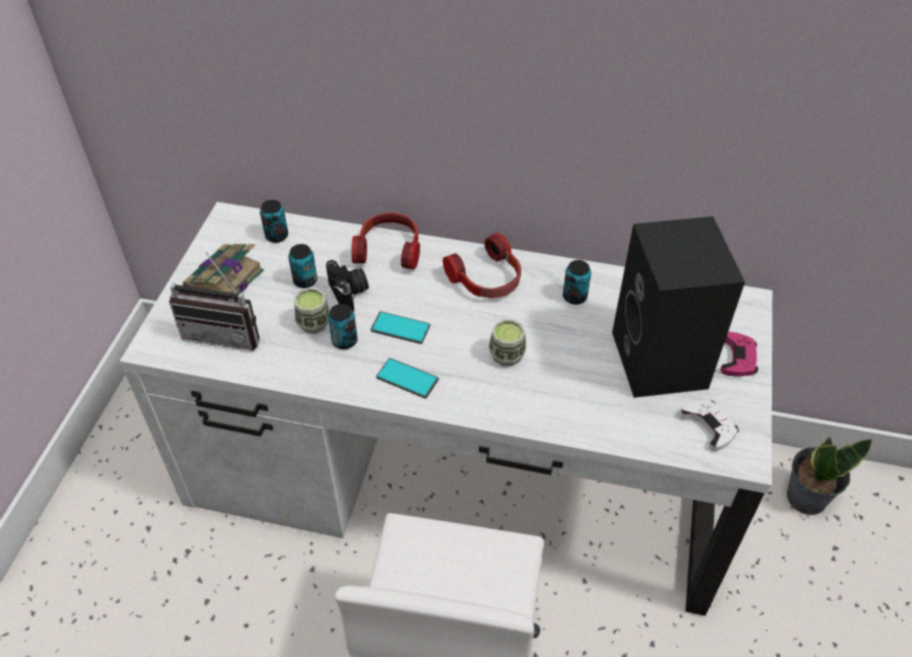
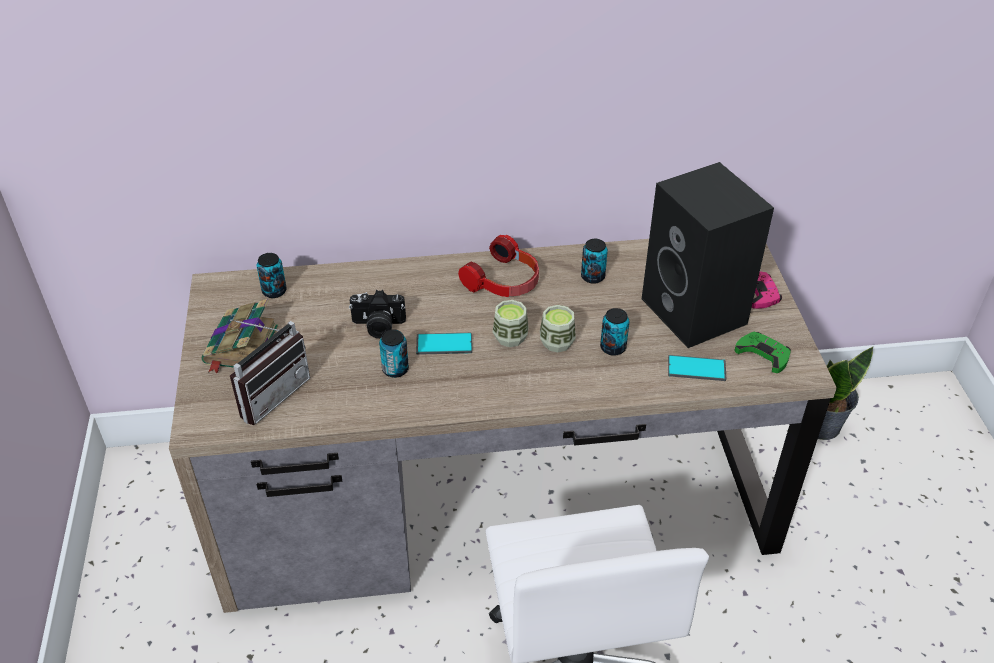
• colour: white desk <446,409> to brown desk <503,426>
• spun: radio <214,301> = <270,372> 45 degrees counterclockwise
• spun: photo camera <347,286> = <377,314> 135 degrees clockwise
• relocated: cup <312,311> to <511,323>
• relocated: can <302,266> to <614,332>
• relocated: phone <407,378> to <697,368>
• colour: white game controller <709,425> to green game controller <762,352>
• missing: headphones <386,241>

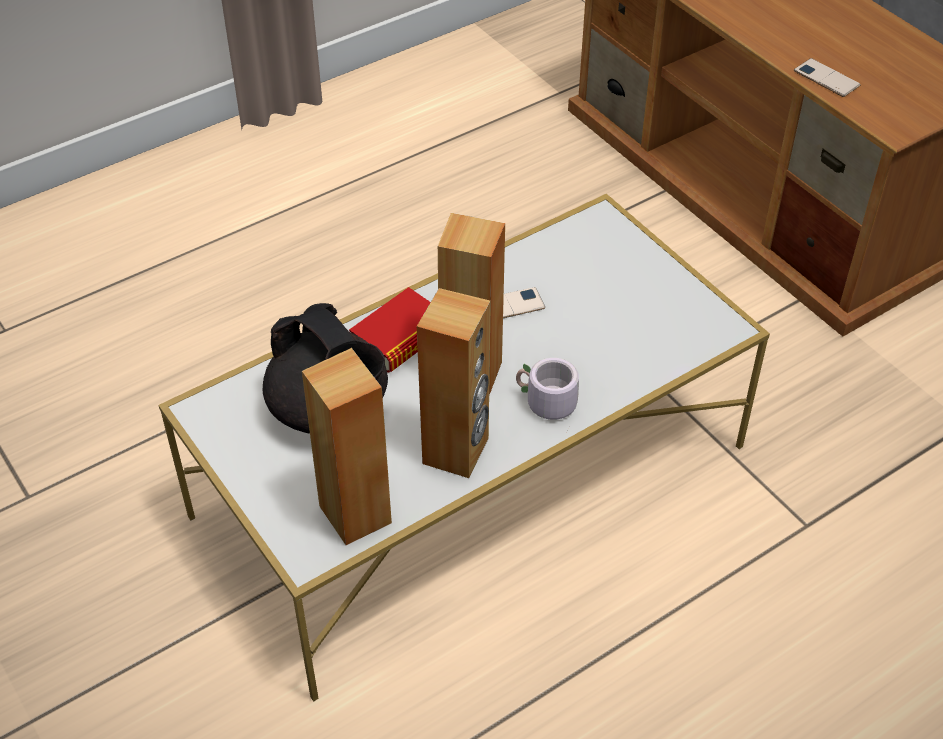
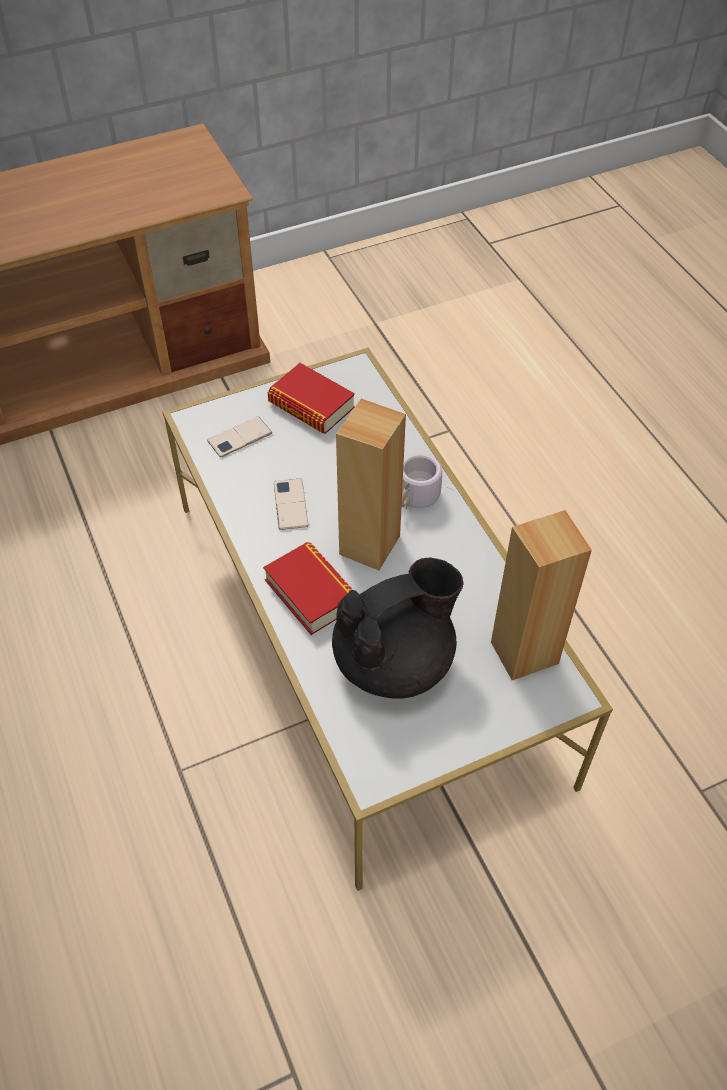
• relocated: phone <827,77> to <239,436>
• appeared: book <311,398>
• missing: brown speaker <454,383>

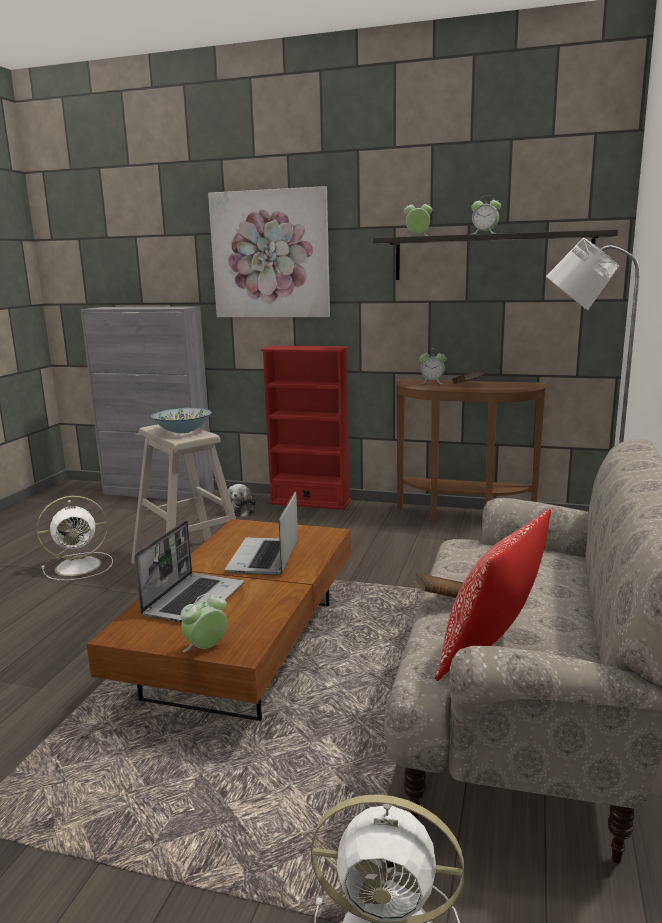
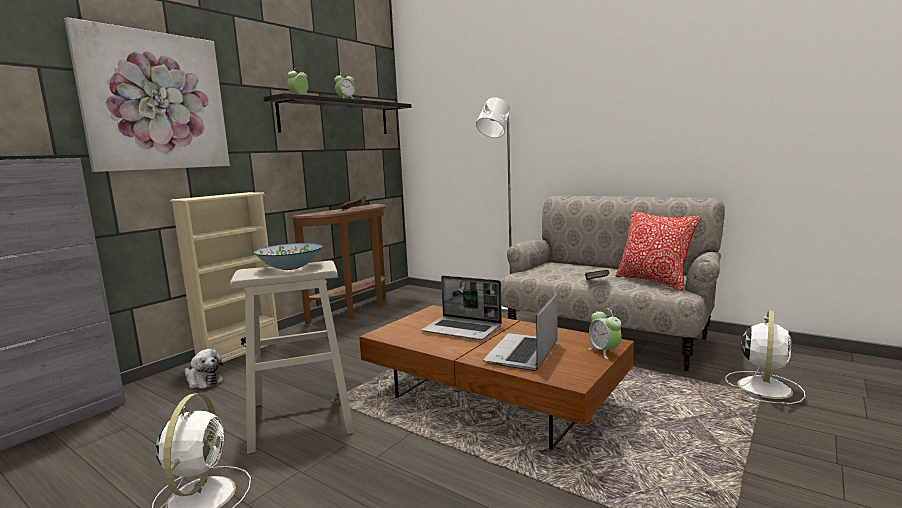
• colour: red bookcase <306,428> to beige bookcase <224,277>
• spun: laptop <189,571> = <520,331> 105 degrees counterclockwise
• missing: alarm clock <433,366>

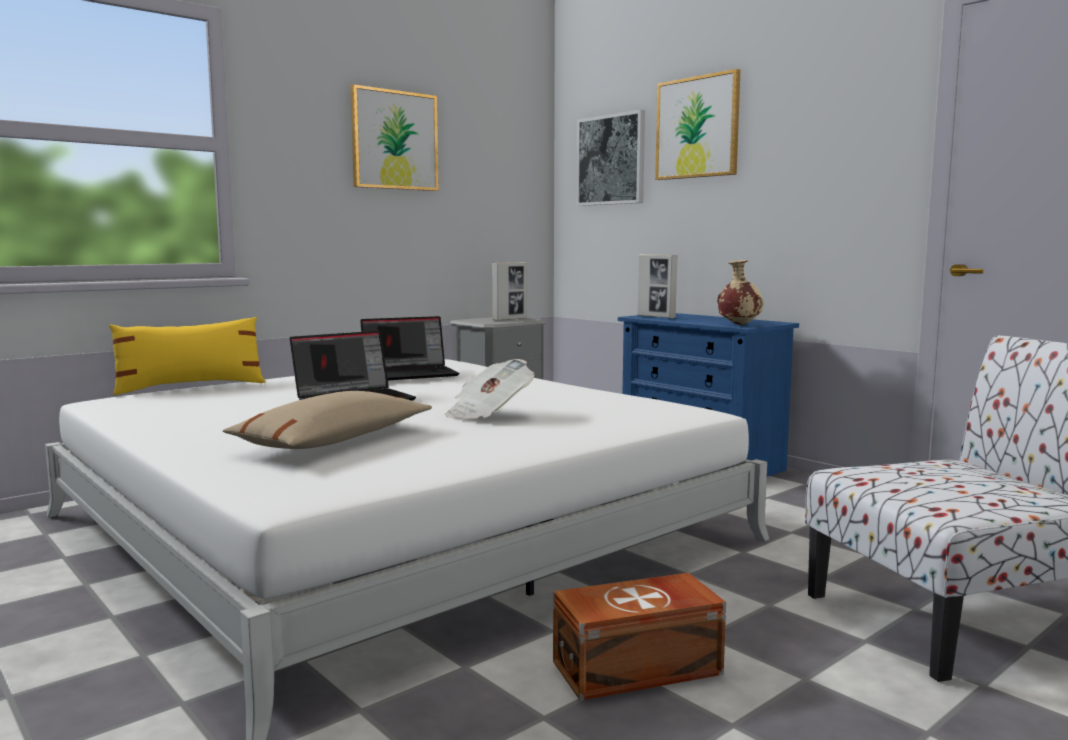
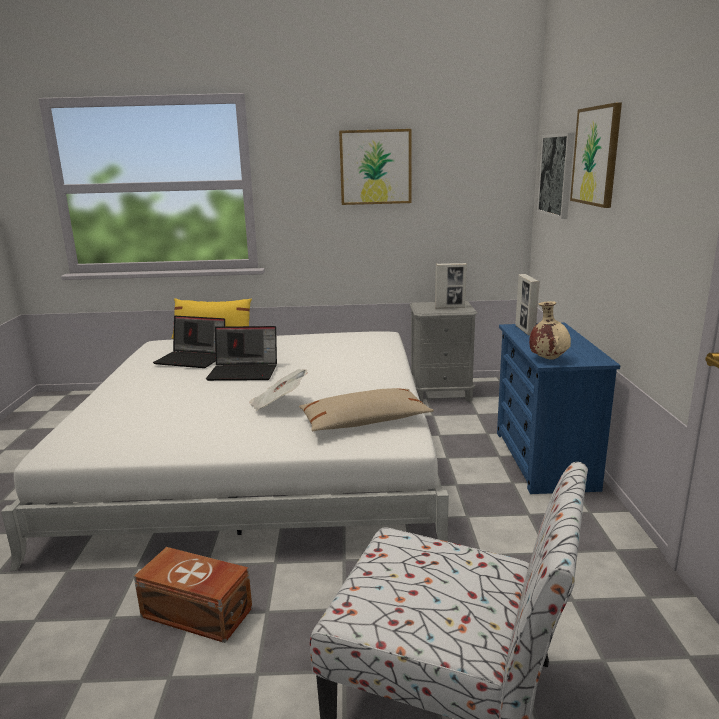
• relocated: laptop <410,348> to <189,342>
• relocated: beige pillow <327,420> to <366,409>

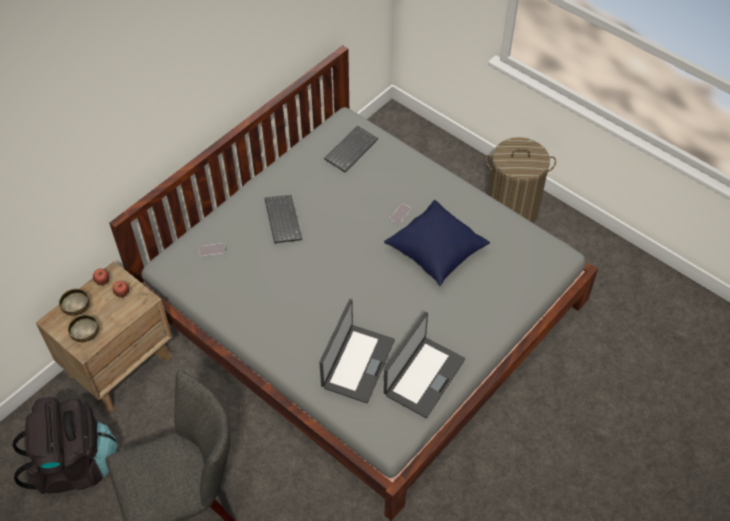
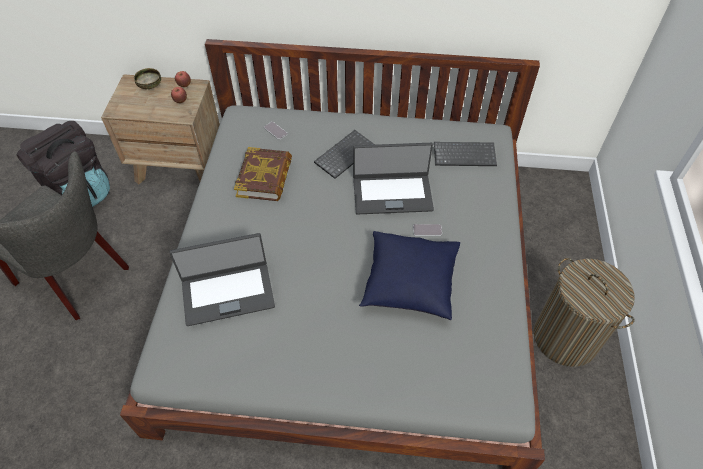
• appeared: book <263,174>
• relocated: laptop <424,365> to <393,179>
• missing: bowl <83,328>

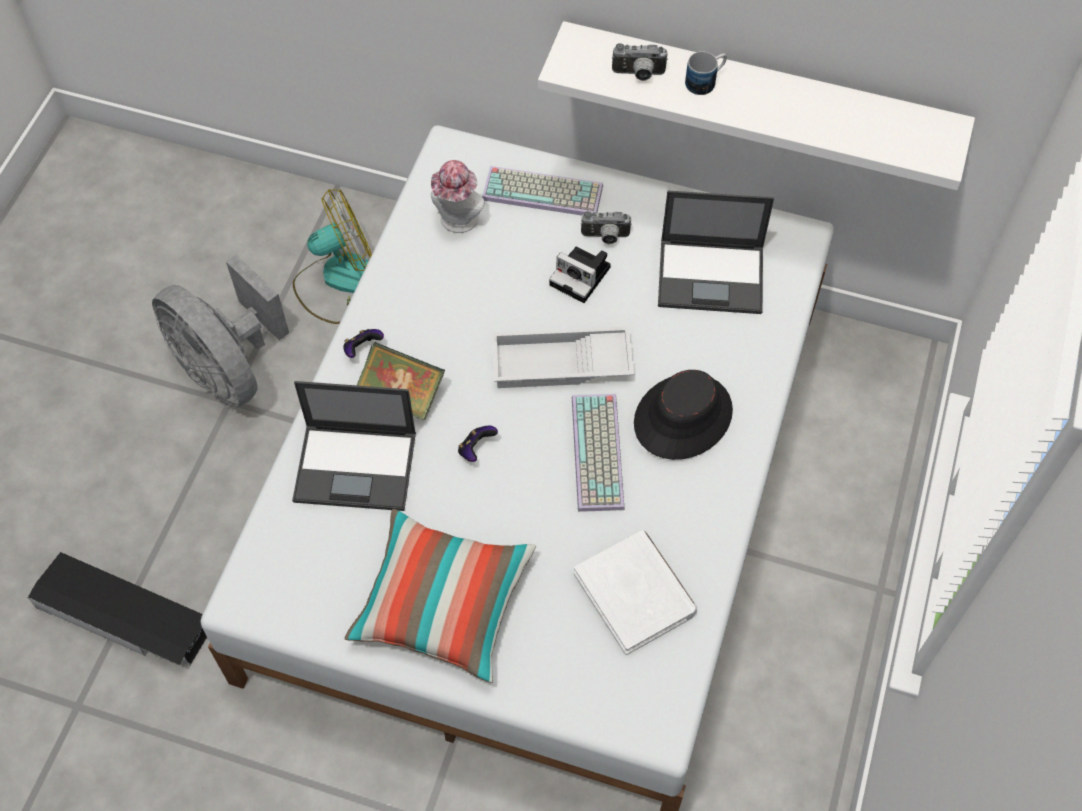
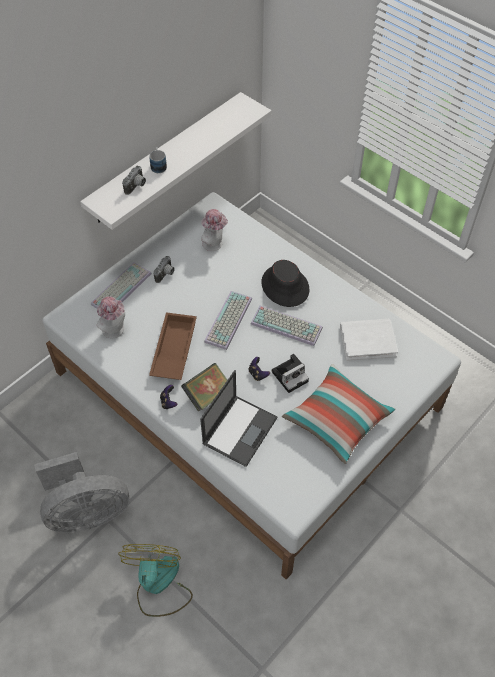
• relocated: fan <332,256> to <155,580>
• appeared: brown tray <173,346>
• exchanged: laptop <716,252> to hat <214,230>
• exchanged: white tray <563,357> to keyboard <228,320>
• relocated: photo camera <580,275> to <290,373>
• missing: black storage box <117,609>

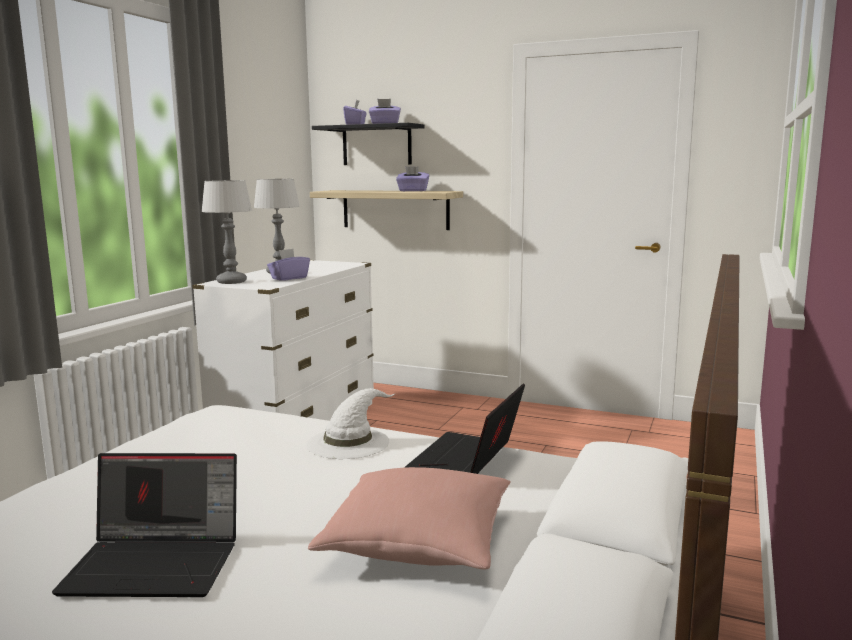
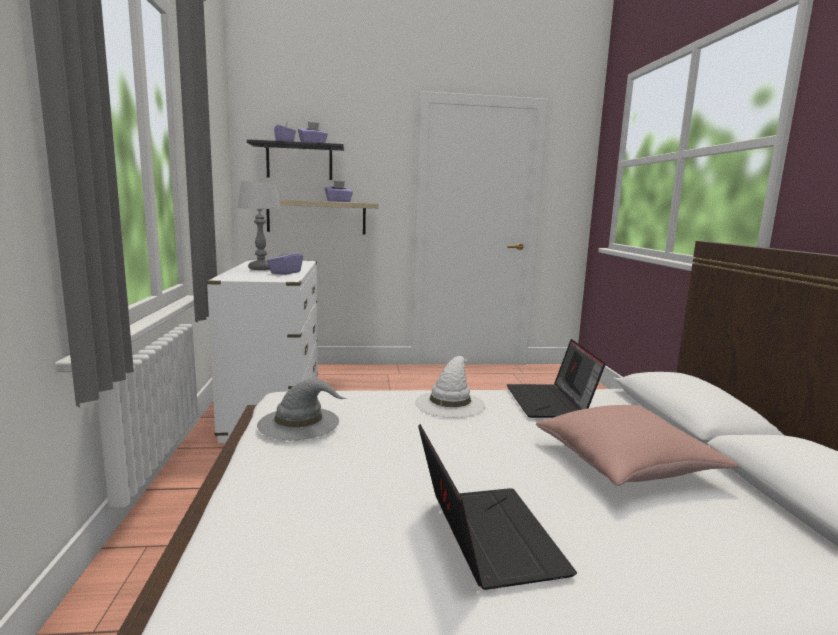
• appeared: grey hat <301,409>
• spun: laptop <144,525> = <497,507> 75 degrees counterclockwise
• missing: table lamp <226,232>

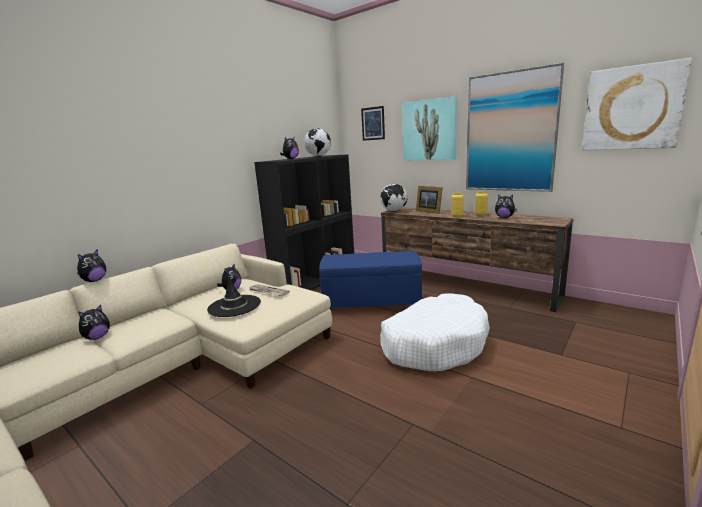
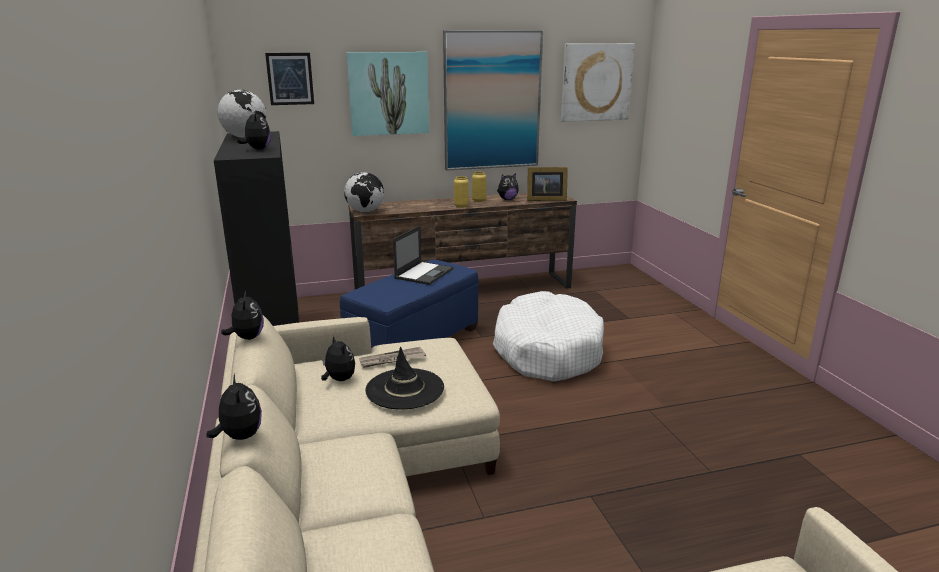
• relocated: plush toy <94,322> to <242,315>
• appeared: laptop <423,255>
• relocated: picture frame <429,200> to <547,184>

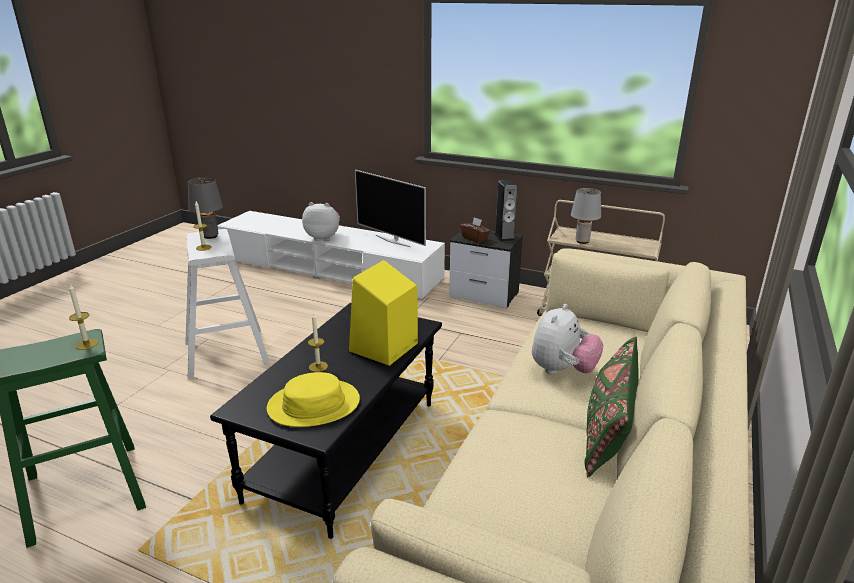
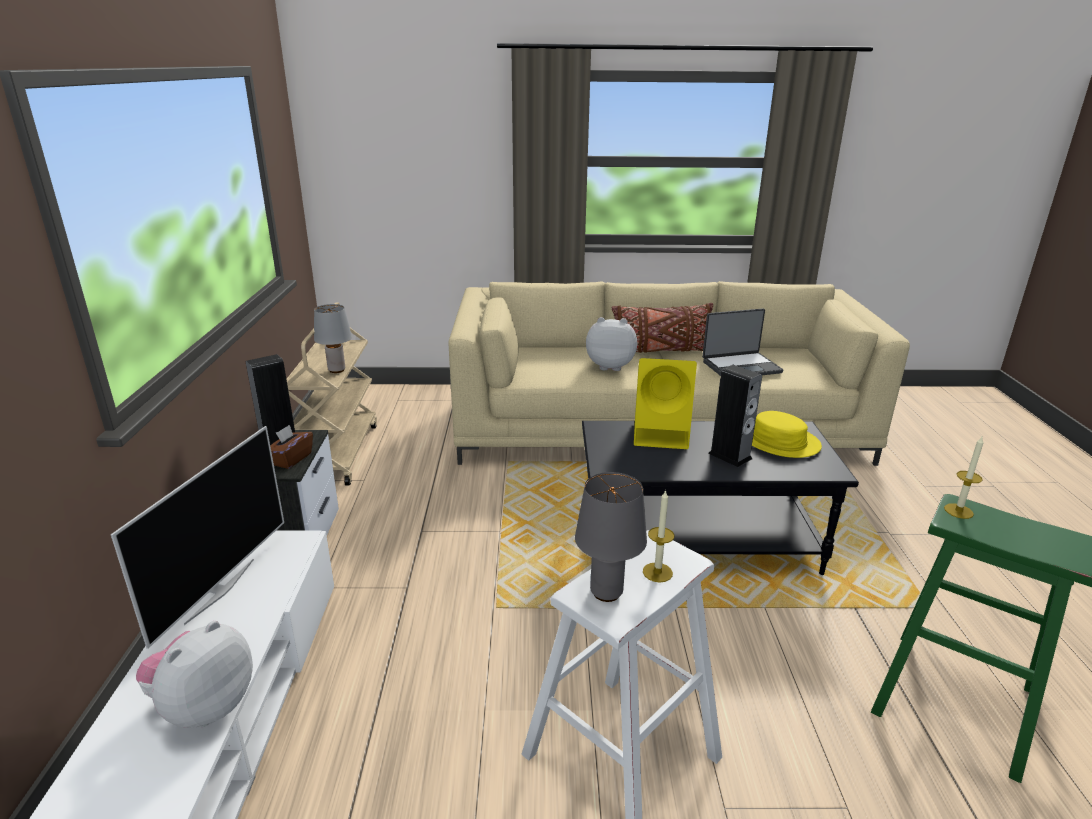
• spun: plush toy <321,221> = <194,674> 45 degrees clockwise
• colour: green pillow <611,406> to brown pillow <662,328>
• appeared: laptop <742,342>
• exchanged: candle <318,342> to speaker <735,416>

